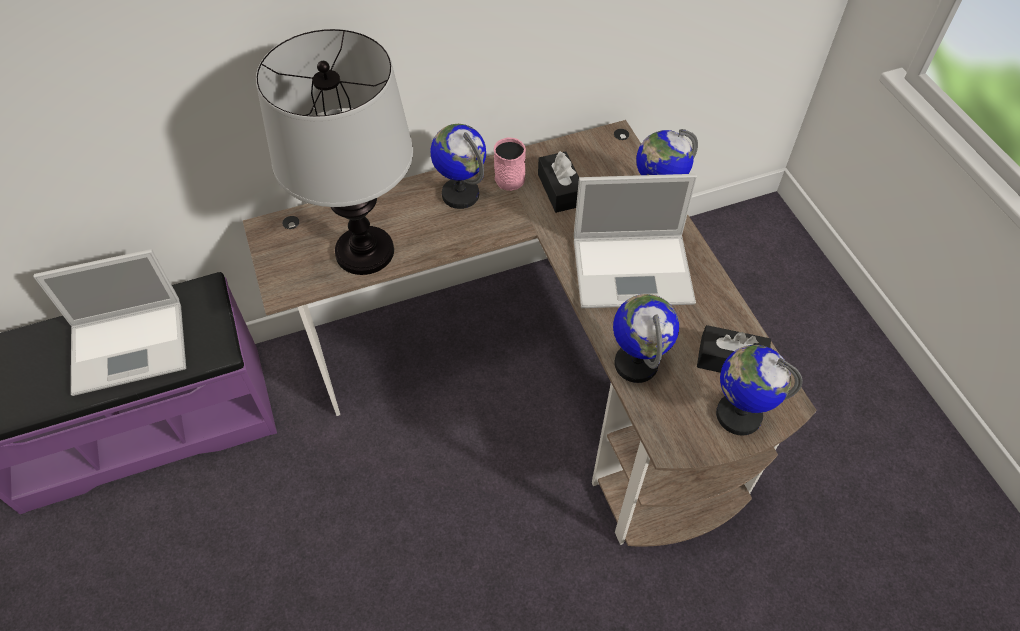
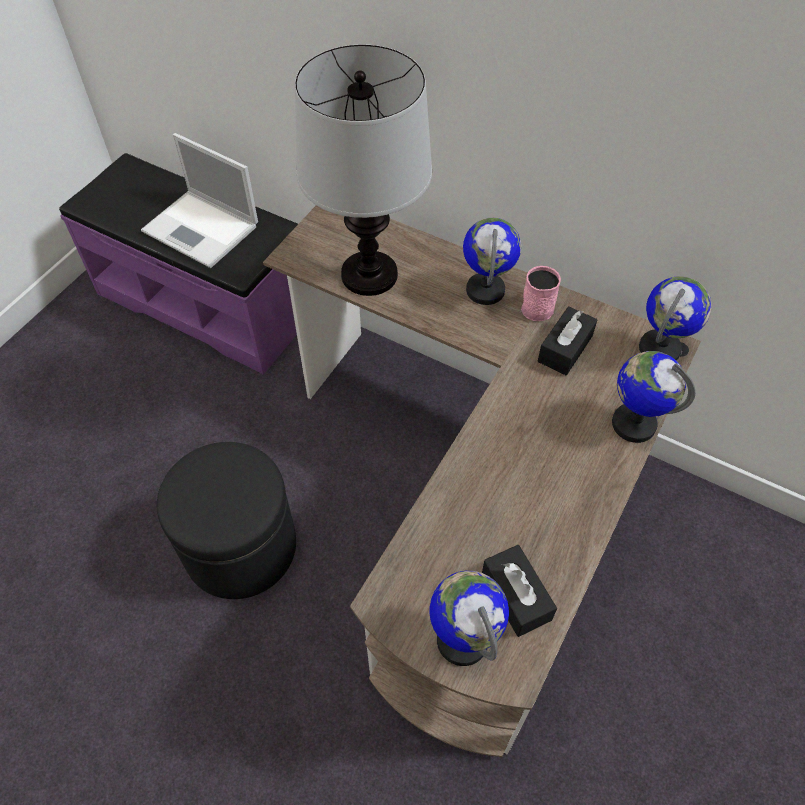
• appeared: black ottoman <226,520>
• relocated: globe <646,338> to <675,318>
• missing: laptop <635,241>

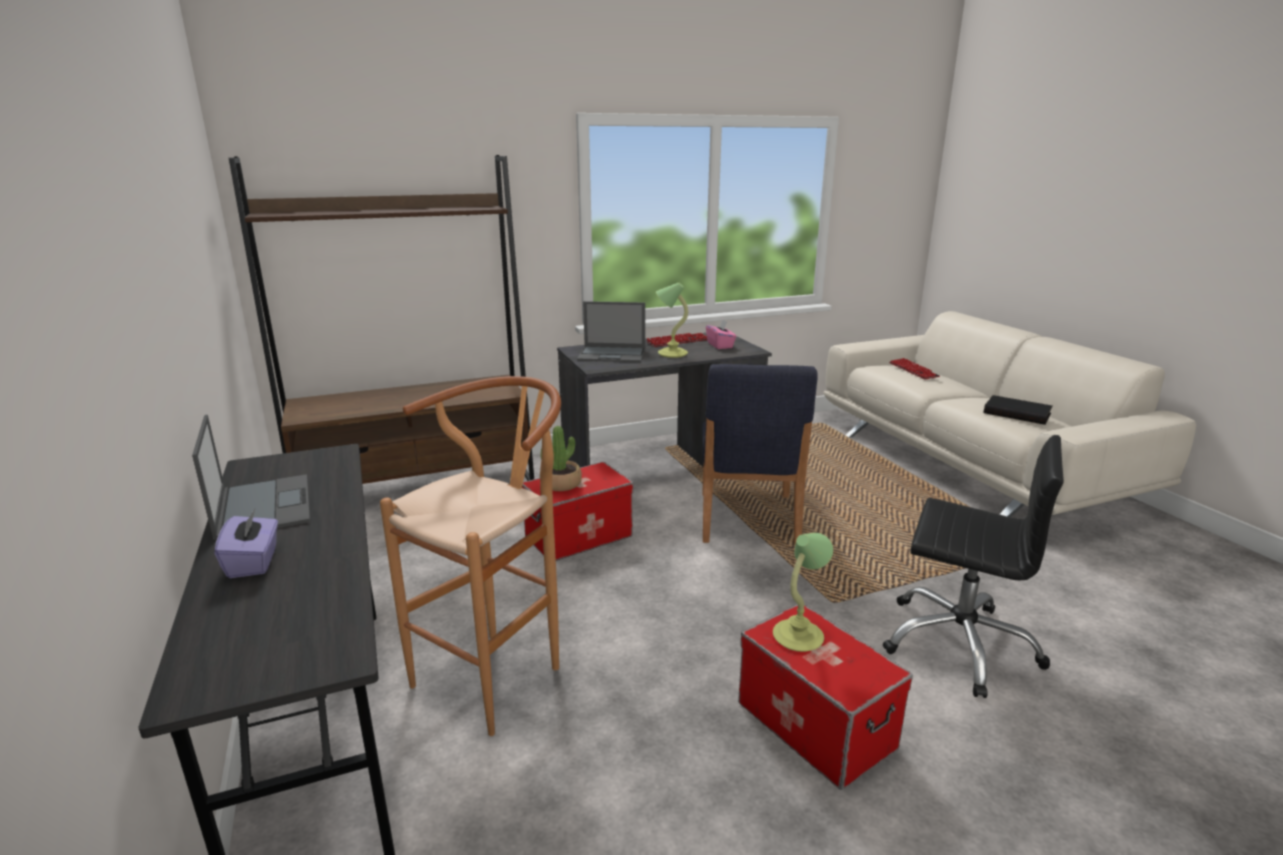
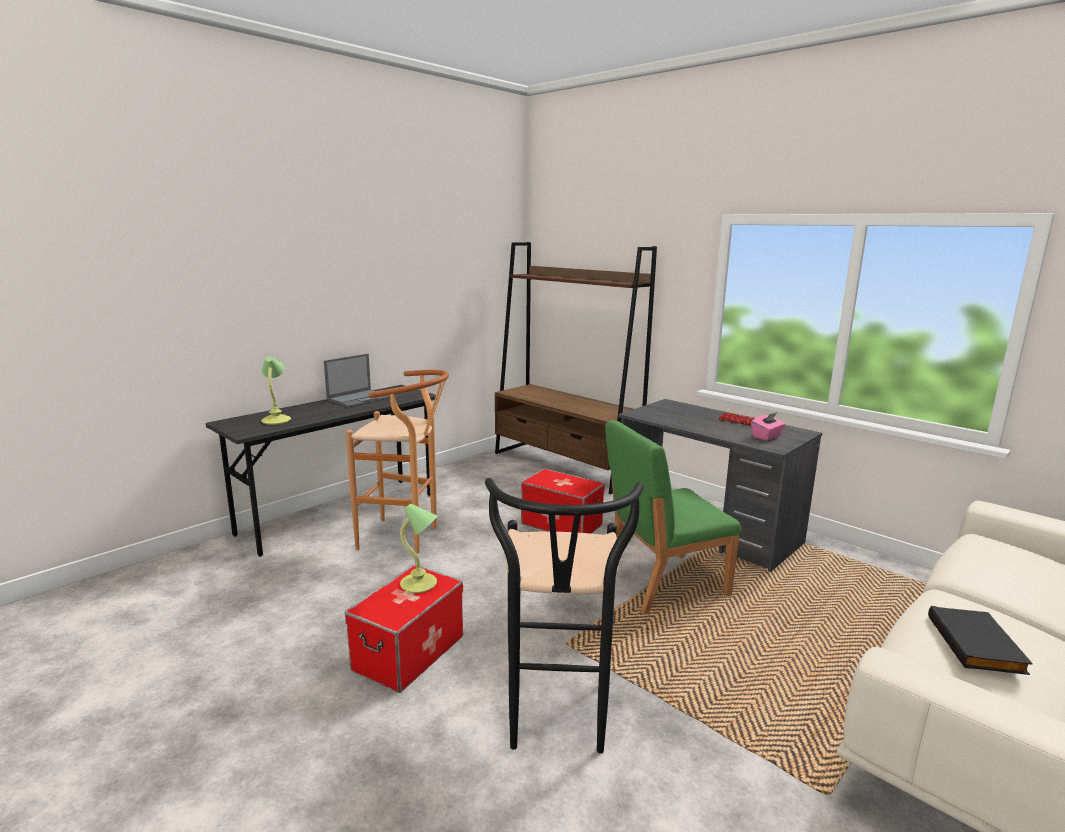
• relocated: table lamp <672,320> to <276,390>
• exchanged: black office chair <973,566> to black stool <564,616>
• colour: blue chair <760,454> to green chair <673,517>
• missing: purple tissue box <246,542>
• missing: potted plant <561,458>
• missing: laptop <611,331>
• missing: keyboard <914,368>

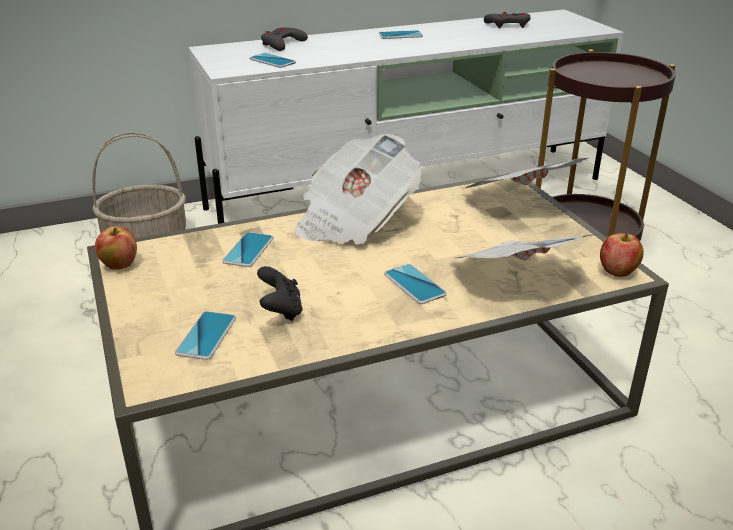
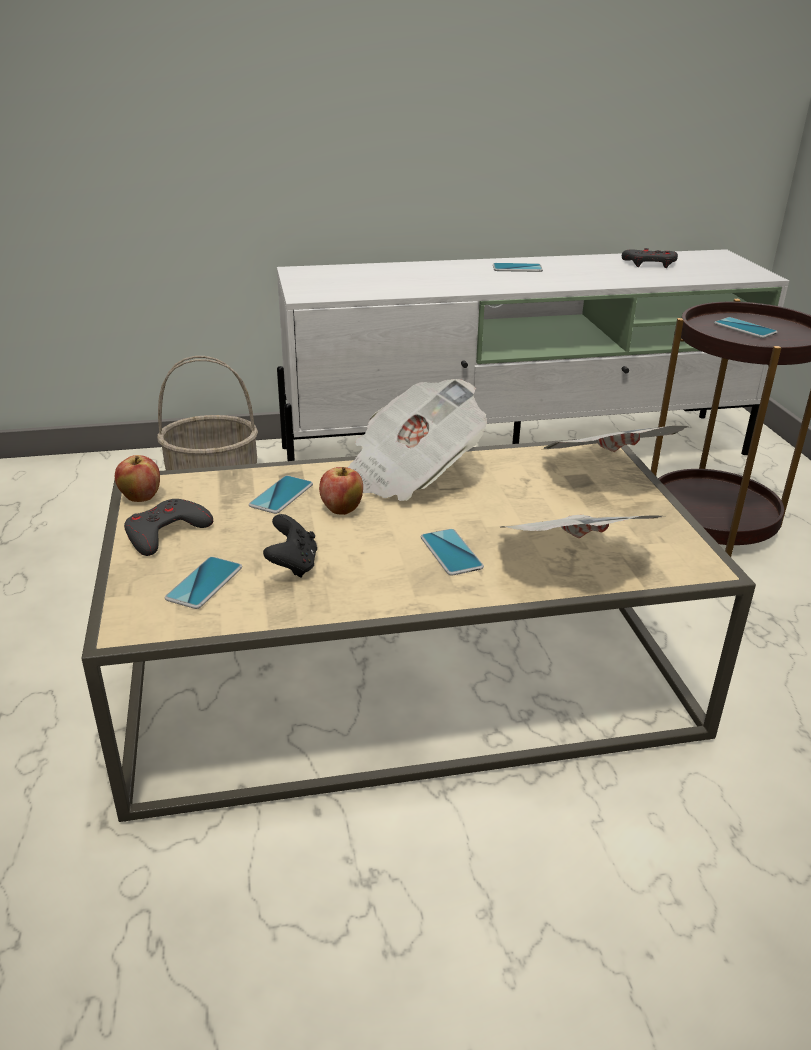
• relocated: grey game controller <284,39> to <168,527>
• relocated: apple <622,255> to <341,491>
• relocated: phone <272,60> to <746,327>

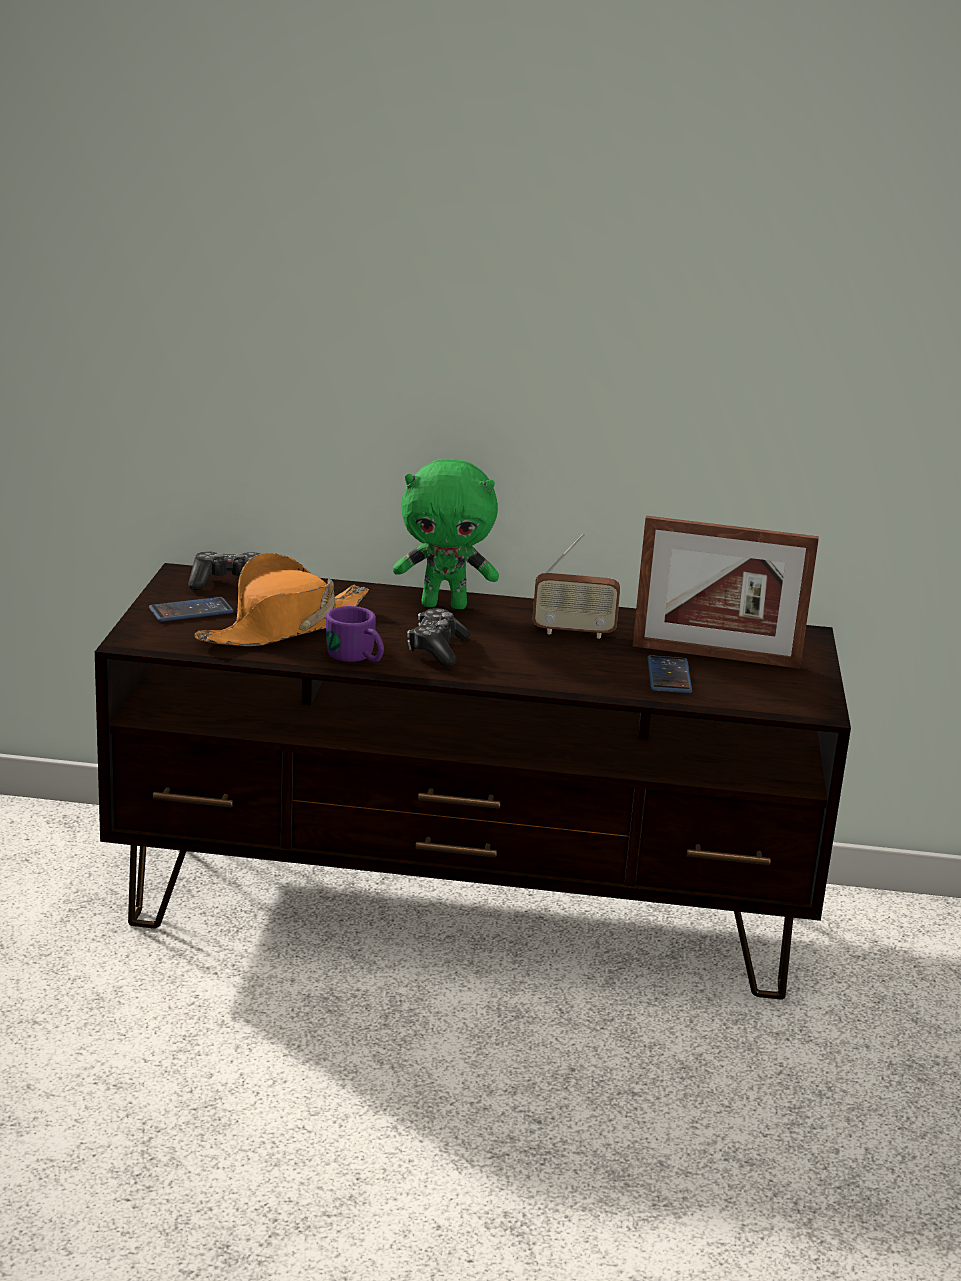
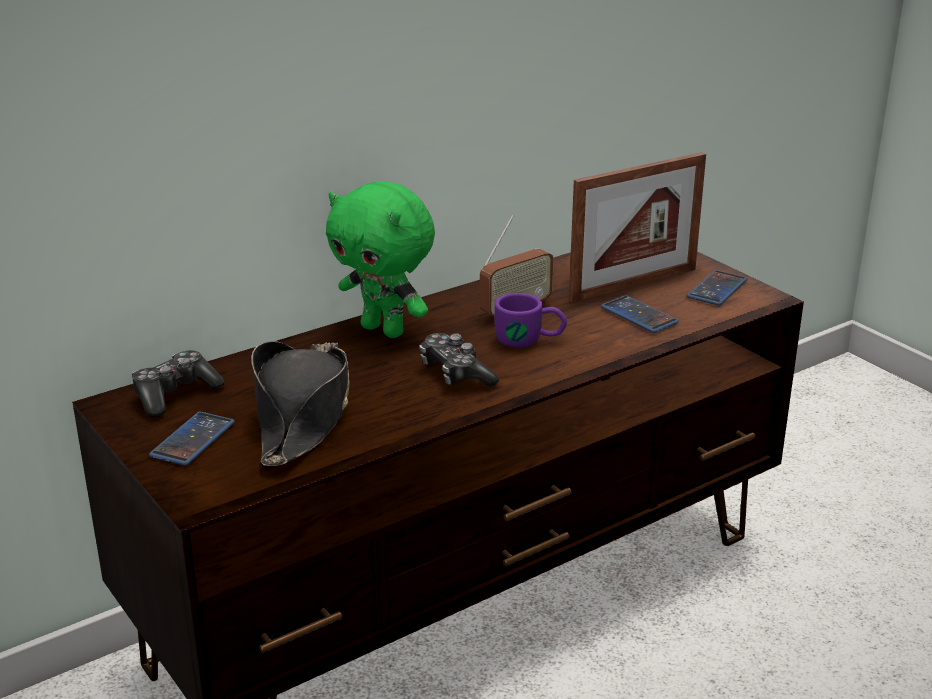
• colour: orange hat <282,599> to black hat <300,403>
• spun: green plush toy <446,533> = <380,259> 75 degrees clockwise
• relocated: purple mug <355,634> to <530,320>
• appeared: phone <717,288>

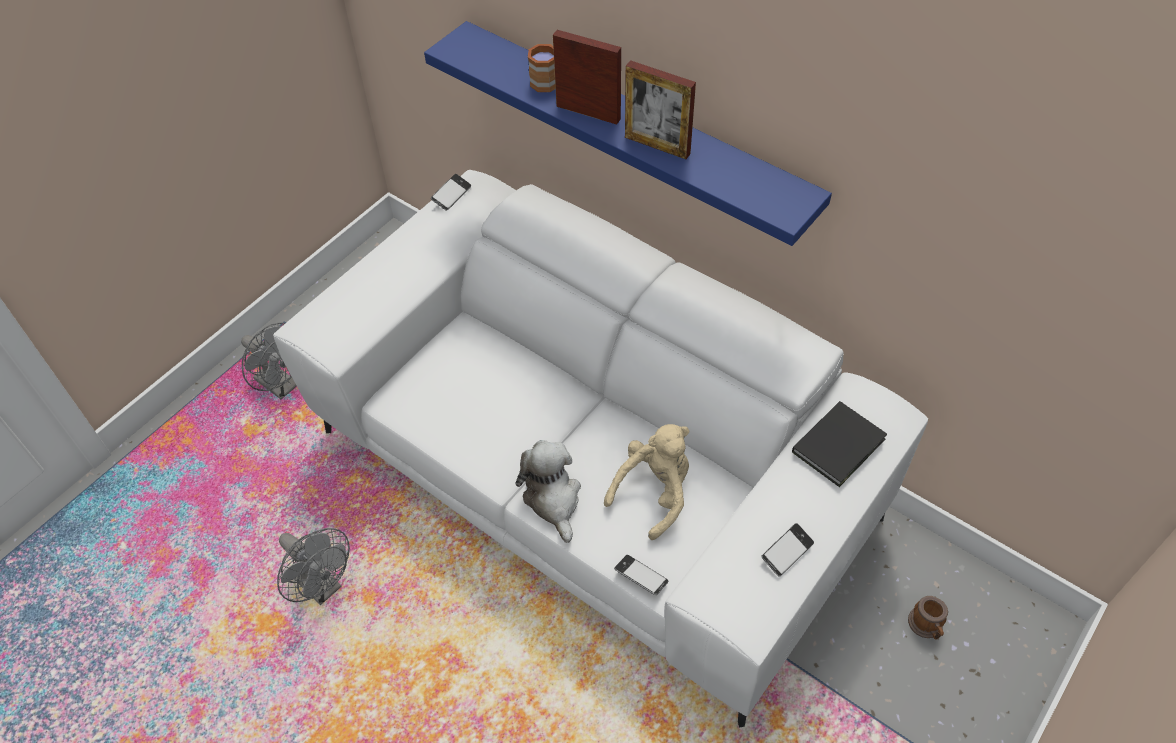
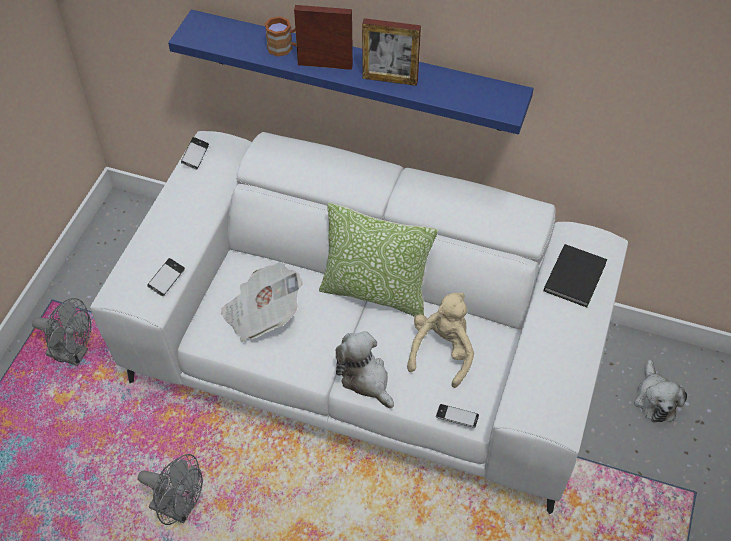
• relocated: phone <787,550> to <166,277>
• appeared: newspaper <262,302>
• appeared: pillow <378,260>
• exchanged: mug <928,618> to plush toy <660,391>

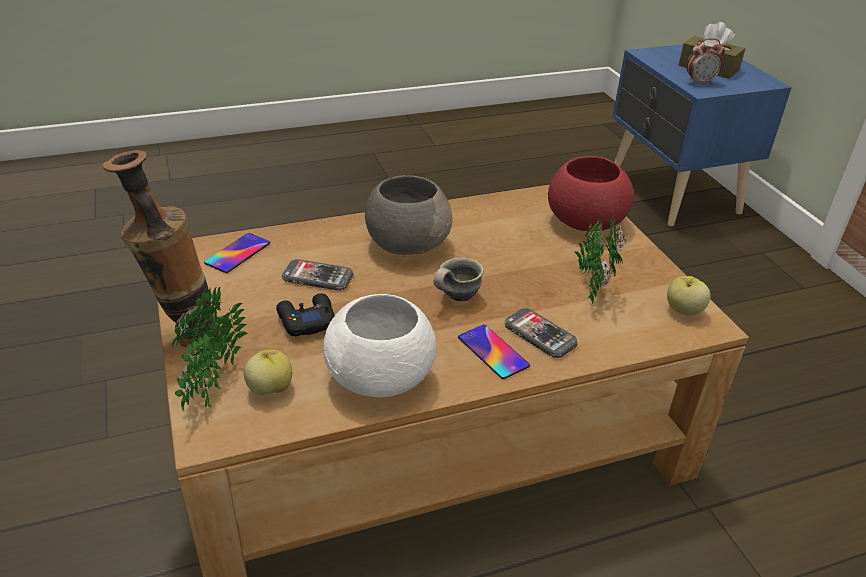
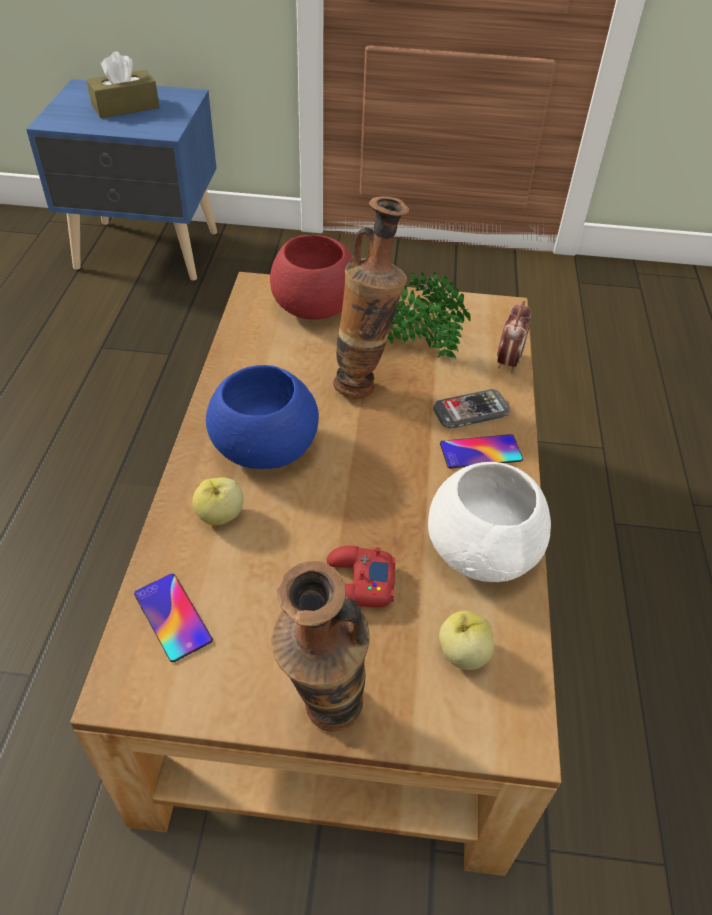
• relocated: apple <689,296> to <218,501>
• colour: grey bowl <408,215> to blue bowl <262,417>
• colour: black game controller <305,315> to red game controller <361,576>
• appeared: vase <371,297>
• relocated: alarm clock <705,61> to <514,337>
• missing: potted plant <210,349>
• missing: phone <317,275>
• missing: grey mug <459,279>

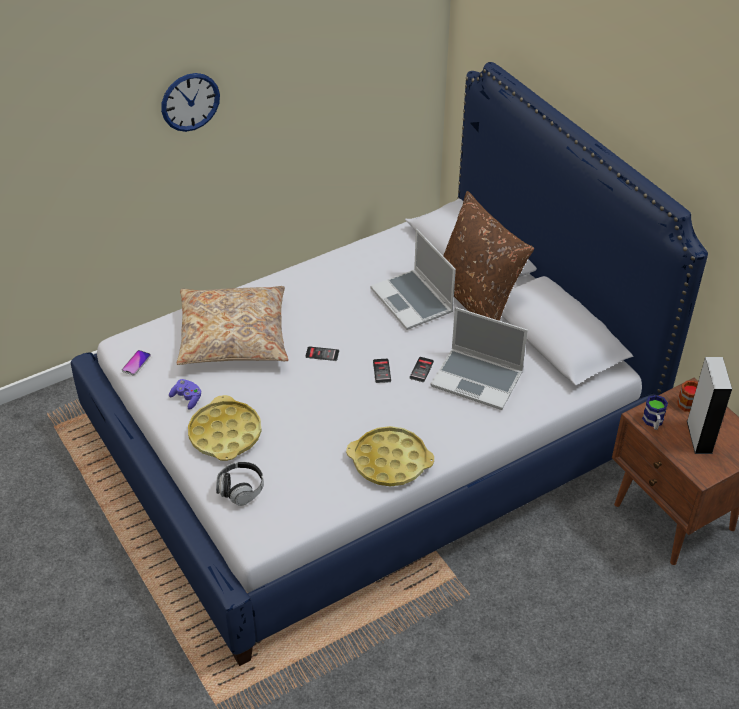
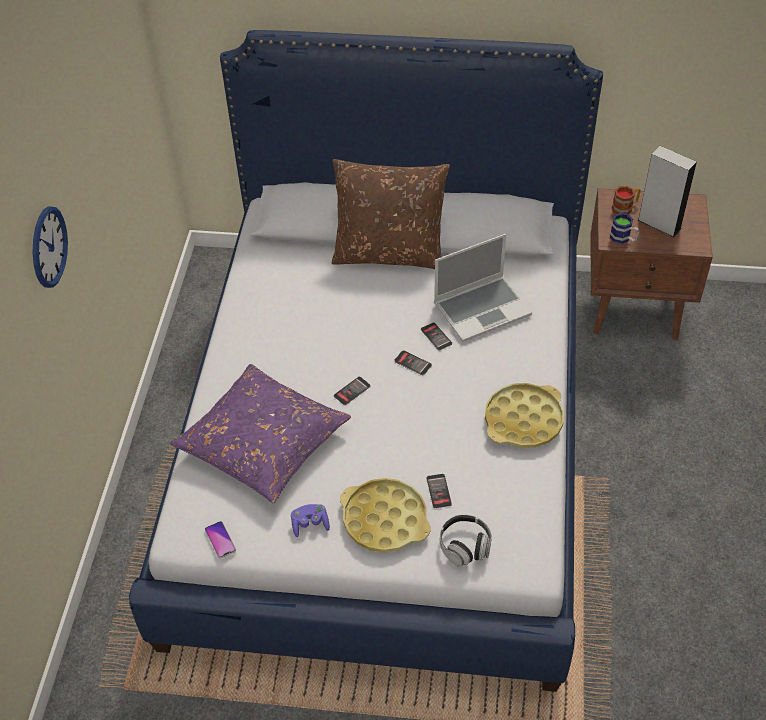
• colour: beige pillow <232,325> to purple pillow <260,434>
• appeared: phone <439,491>
• missing: laptop <413,279>

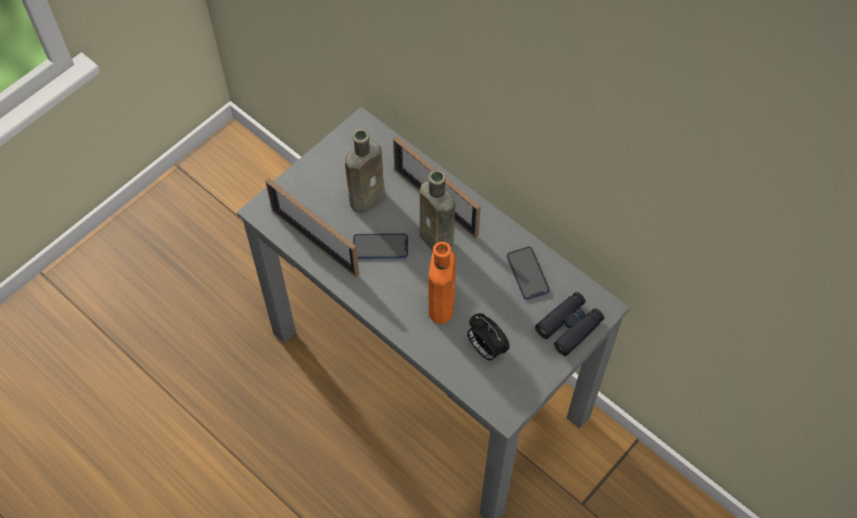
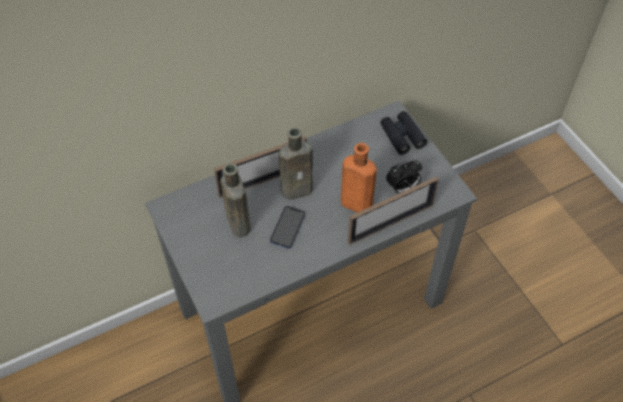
• relocated: picture frame <312,227> to <393,210>
• missing: phone <528,273>

